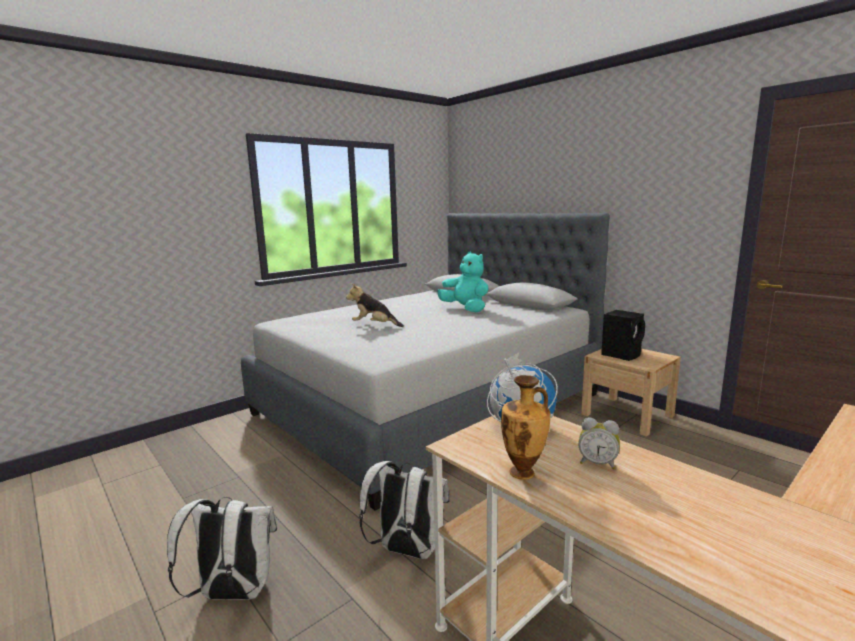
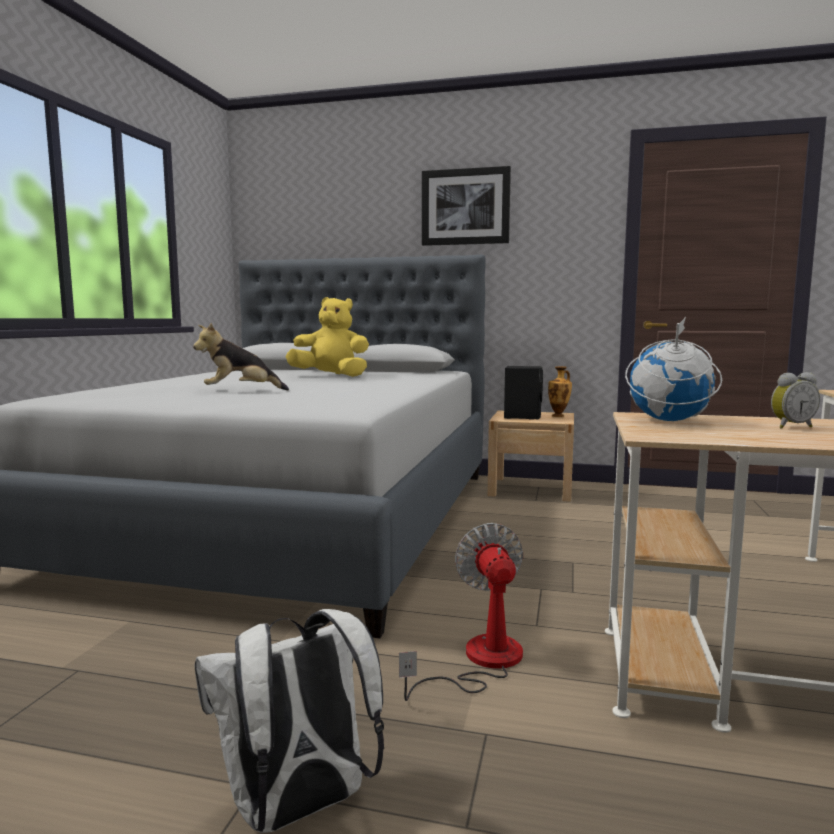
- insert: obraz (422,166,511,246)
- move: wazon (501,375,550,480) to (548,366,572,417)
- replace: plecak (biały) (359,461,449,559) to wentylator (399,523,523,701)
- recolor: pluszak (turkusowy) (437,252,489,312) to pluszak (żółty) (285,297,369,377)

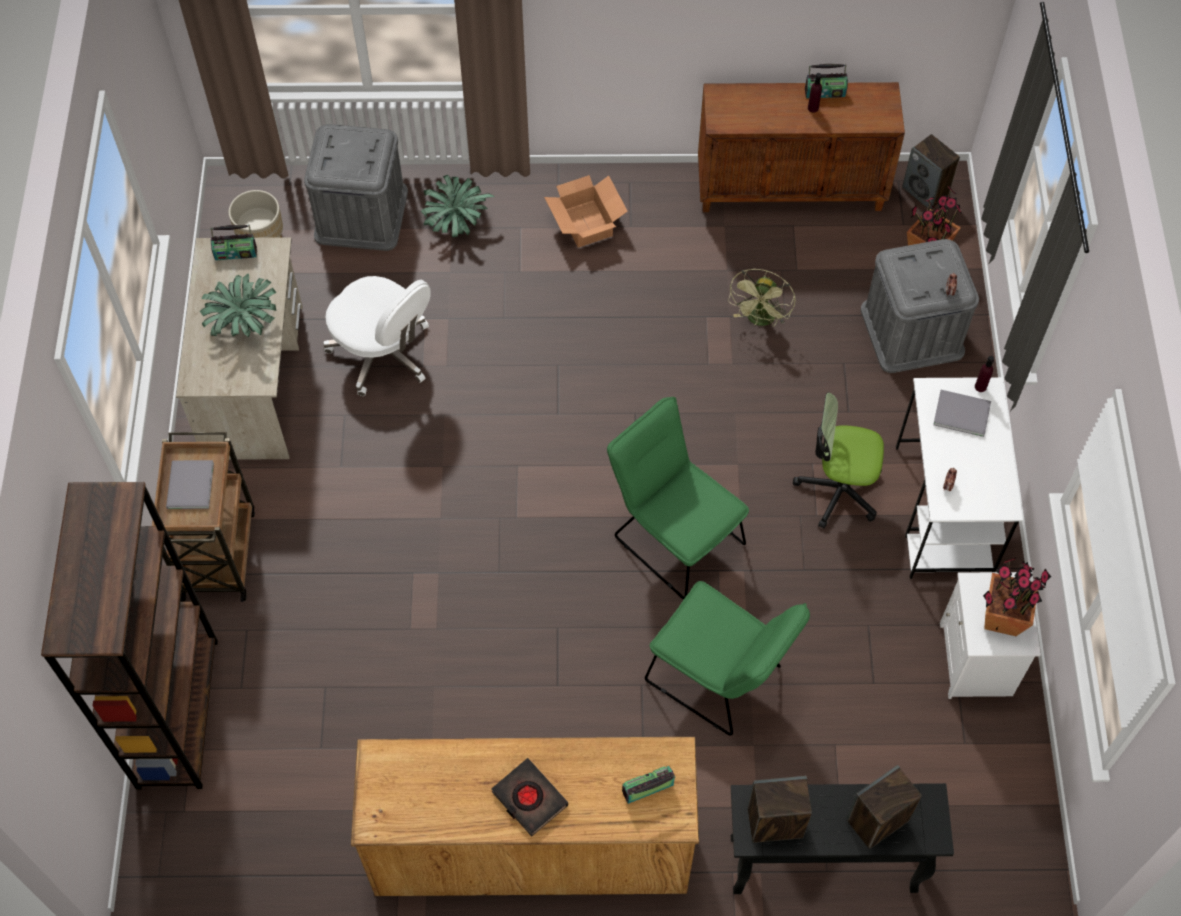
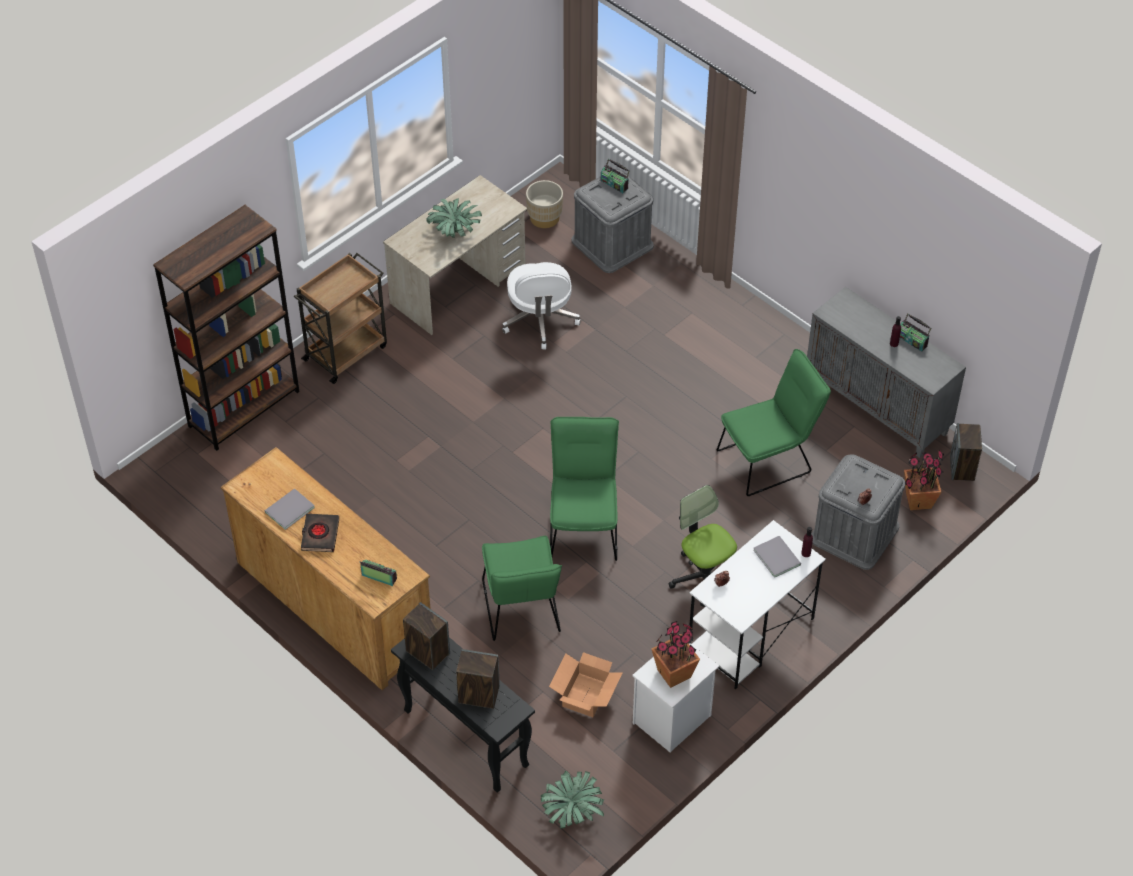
- move: książka (szary) (166,460,214,509) to (265,488,315,530)
- move: radio (211,225,257,260) to (601,159,630,193)
- move: roślina doniczkowa (421,175,496,238) to (541,771,605,829)
- move: karton (544,175,628,248) to (549,652,622,717)
- replace: wentylator (zielony) (728,269,796,327) to krzesło (zielony) (717,349,831,496)
- recolor: szafka (brązowy) (698,82,905,212) to szafka (szary) (807,287,966,458)

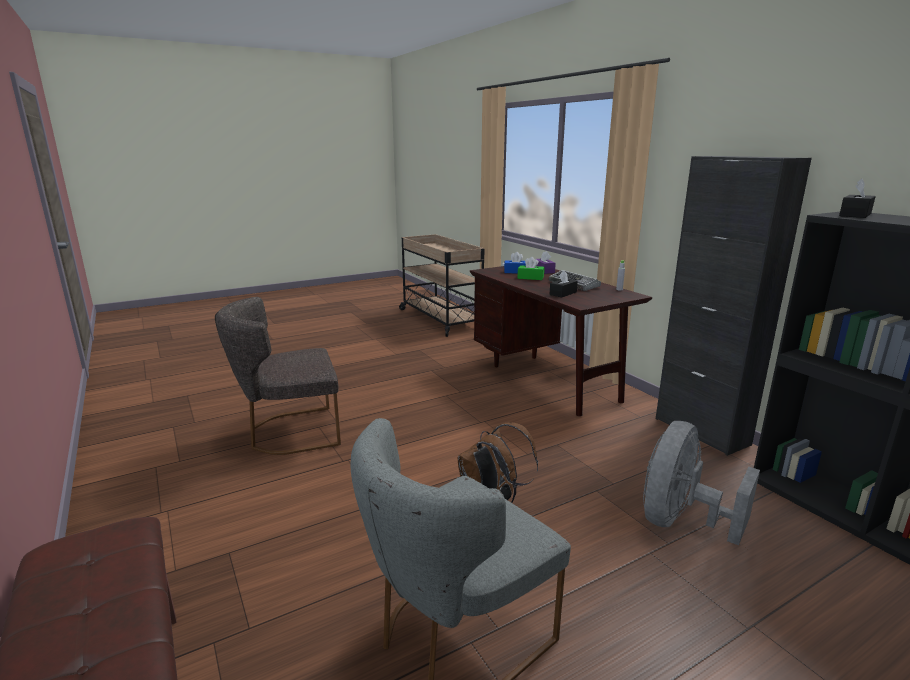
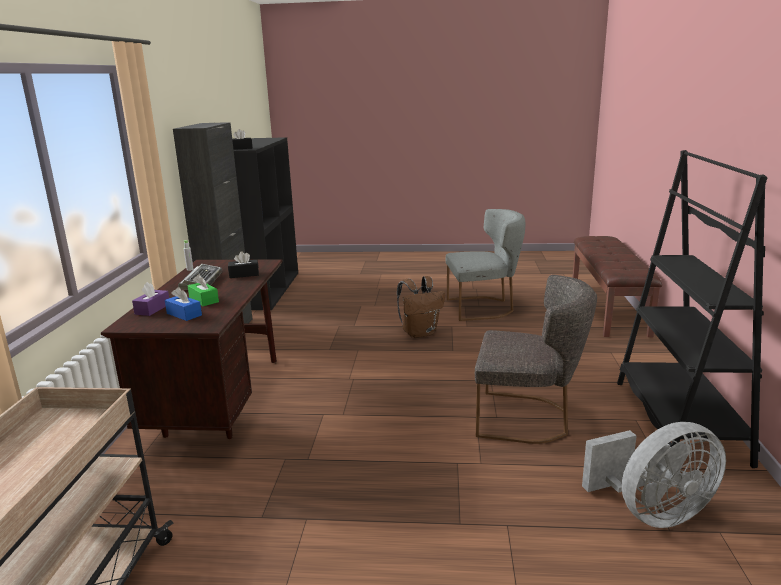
- insert: regał (czarny) (617,150,768,468)
- move: wentylator (szary) (643,421,760,546) to (582,422,726,528)

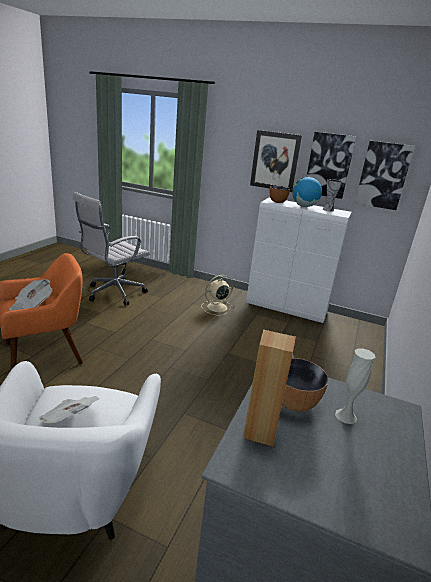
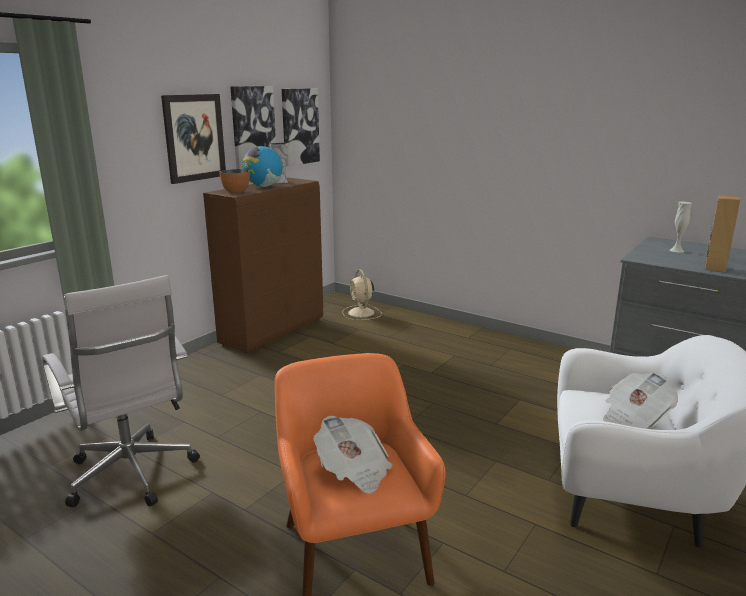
- delete: miska (282,358,329,412)
- move: wentylator (beżowy) (202,275,234,316) to (342,269,382,320)
- recolor: szafka (biały) (246,198,352,323) to szafka (brązowy) (203,178,323,353)

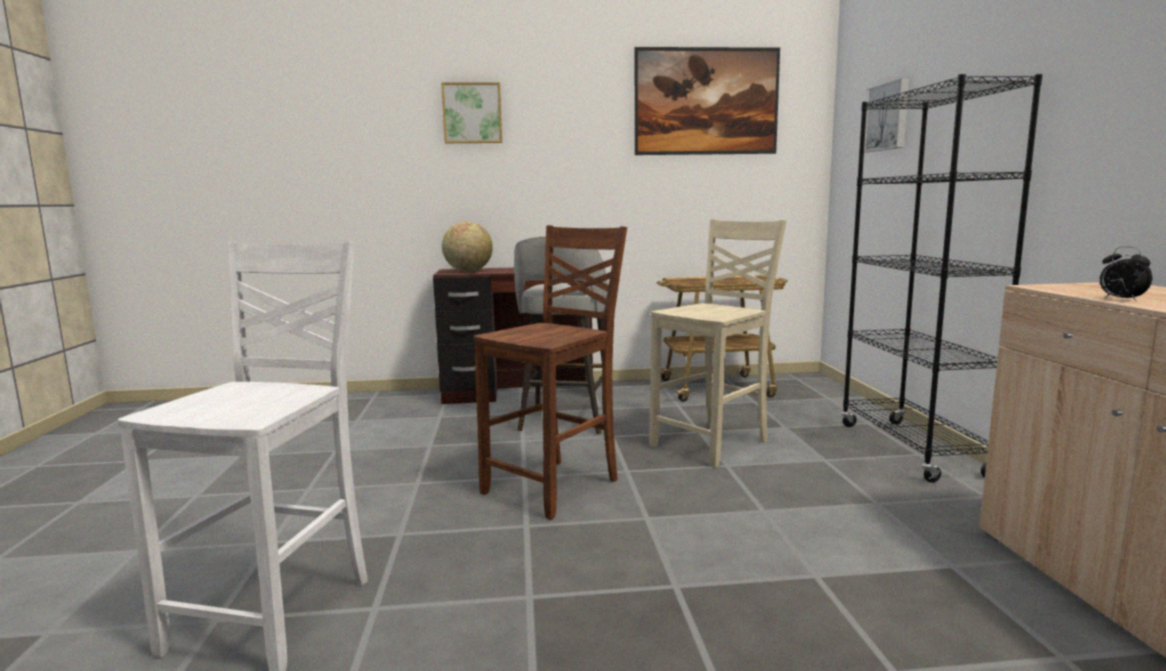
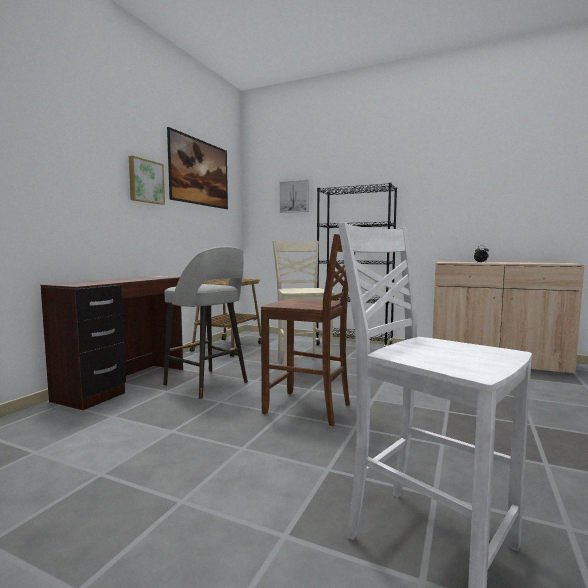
- delete: globus (442,221,493,272)
- move: obraz (441,82,502,143) to (129,155,165,205)
- rotate: krzesło (brązowy) (474,225,627,520) = (261,234,355,426) 135 degrees clockwise

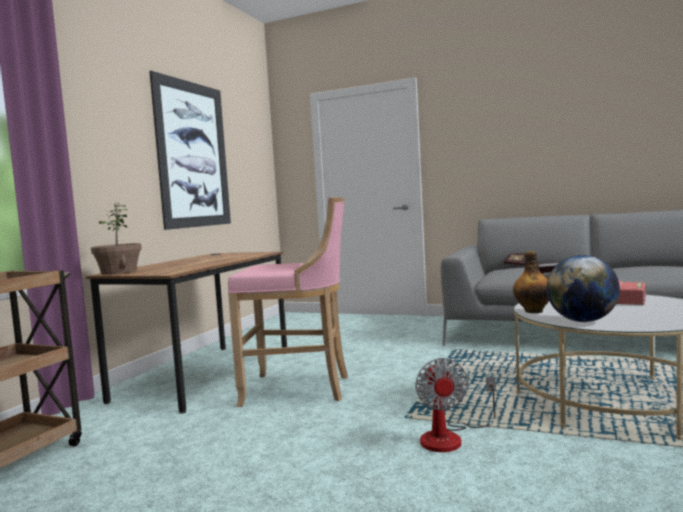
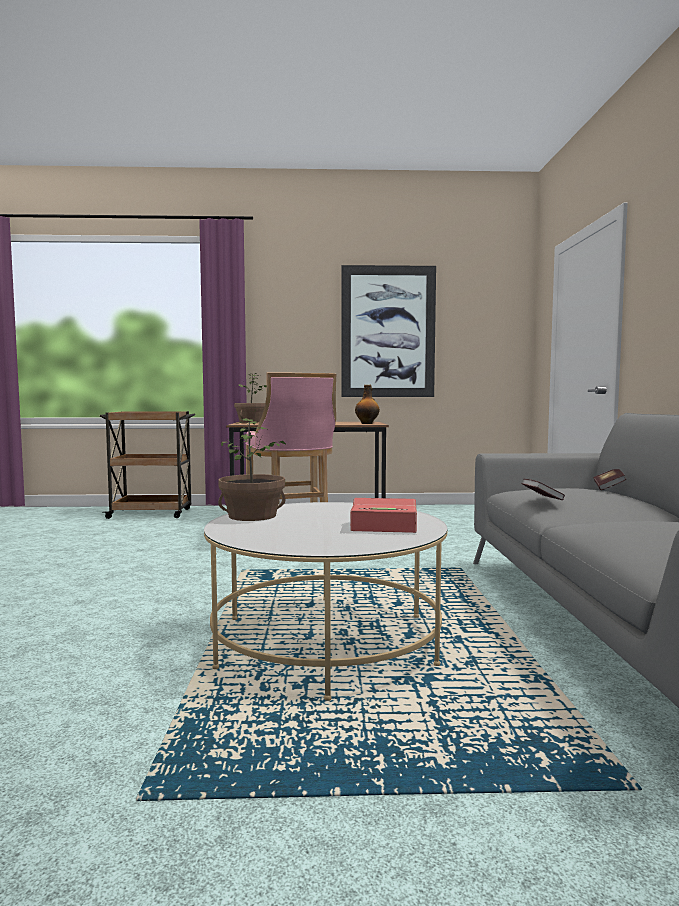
- delete: wentylator (415,358,496,452)
- move: butelka (513,251,549,313) to (355,385,380,424)
- replace: globus (547,255,620,322) to roślina doniczkowa (218,417,286,521)

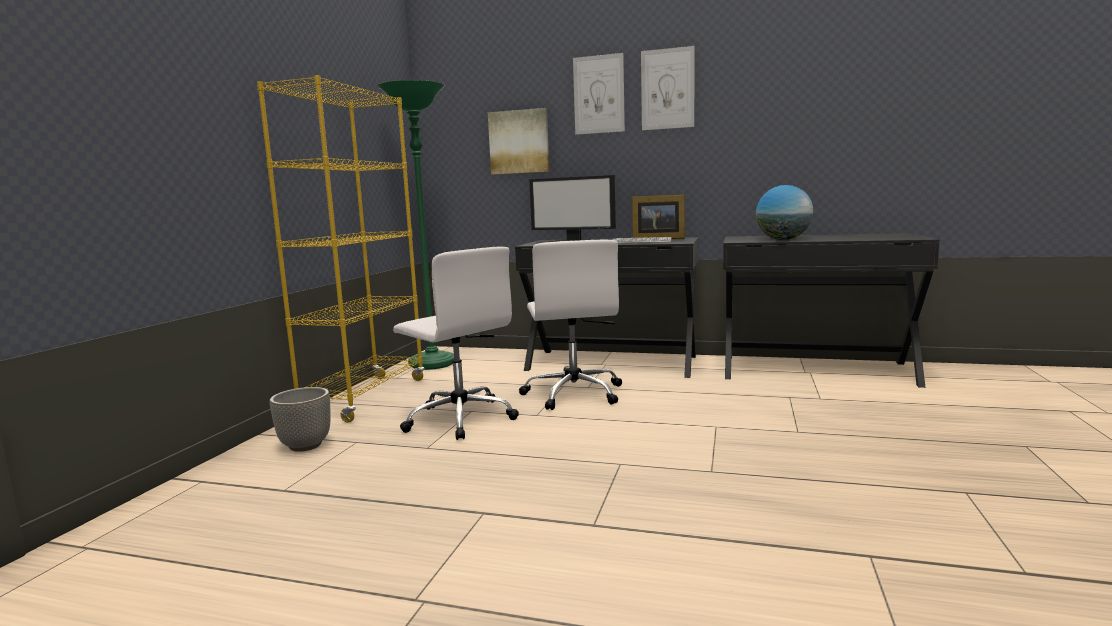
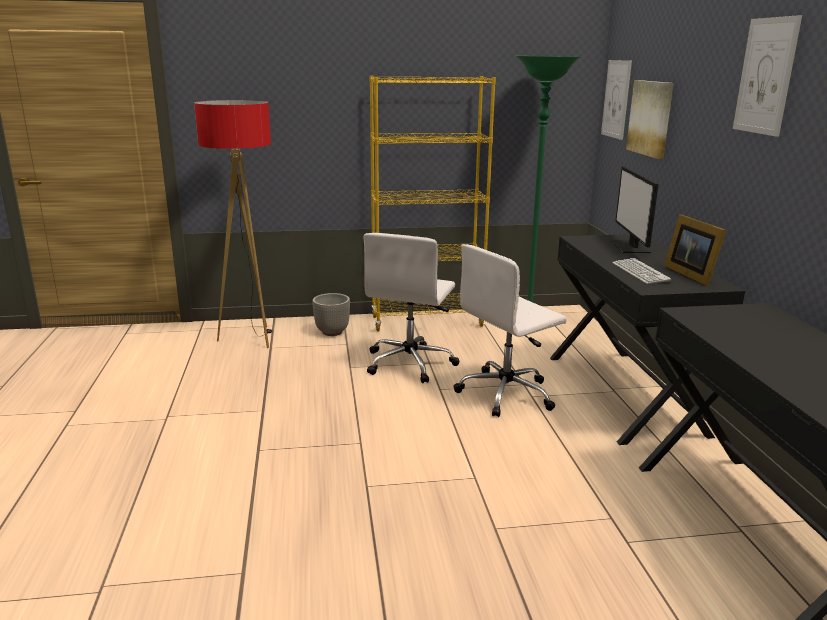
- delete: globus (756,185,813,240)
- insert: lampa stojąca (194,100,272,348)
- move: obraz (573,53,625,135) to (601,60,632,140)

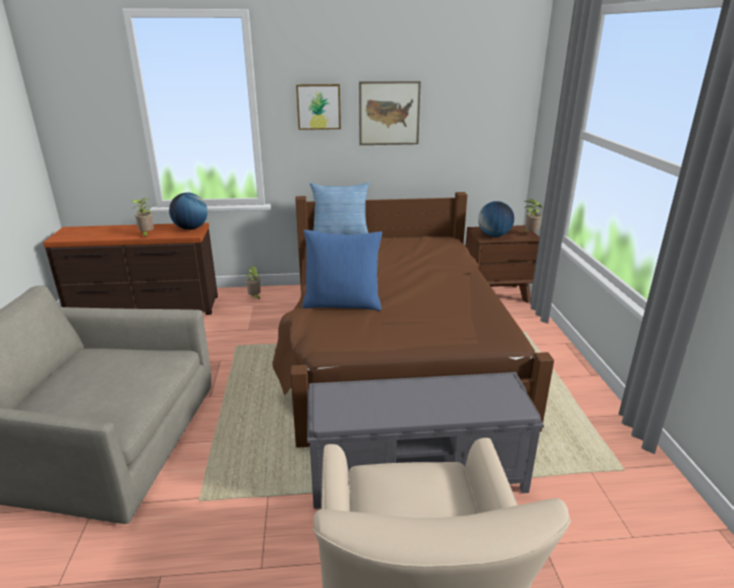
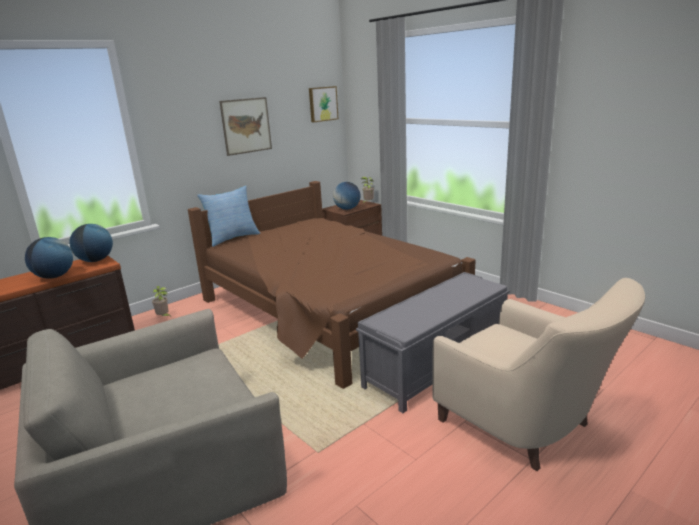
- delete: poduszka (niebieski) (302,230,382,311)
- move: obraz (296,84,341,130) to (309,86,339,122)
- replace: roślina doniczkowa (132,198,154,238) to globus (25,237,73,279)

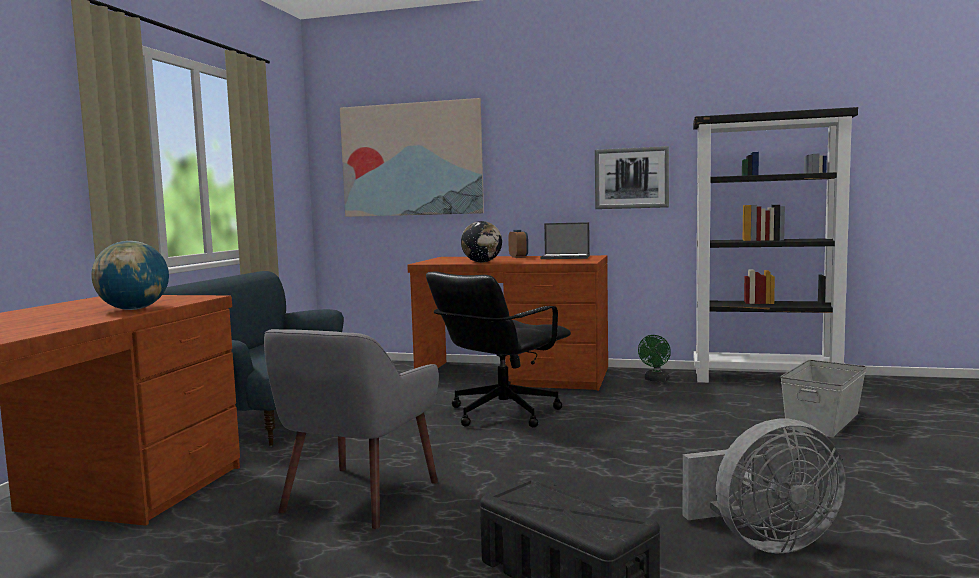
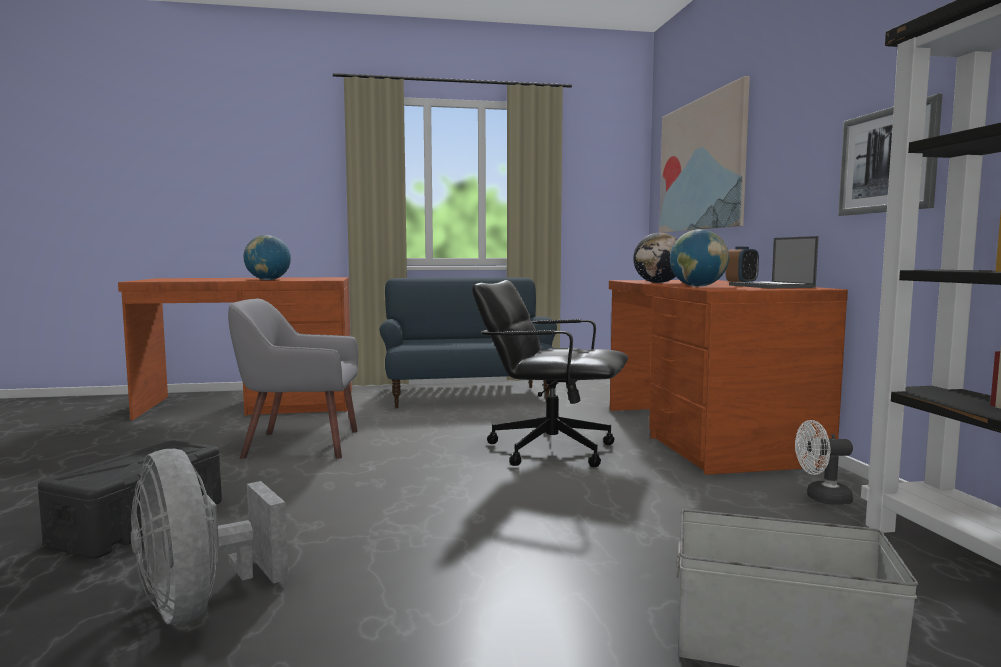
- insert: globus (670,229,729,287)
- recolor: wentylator (zielony) (638,335,671,382) to wentylator (biały) (795,420,853,505)

